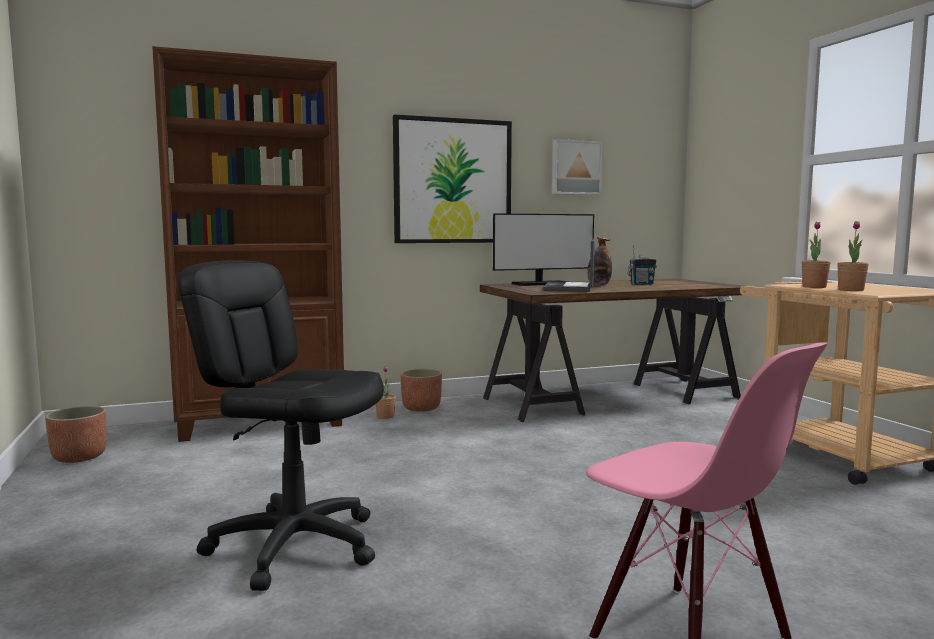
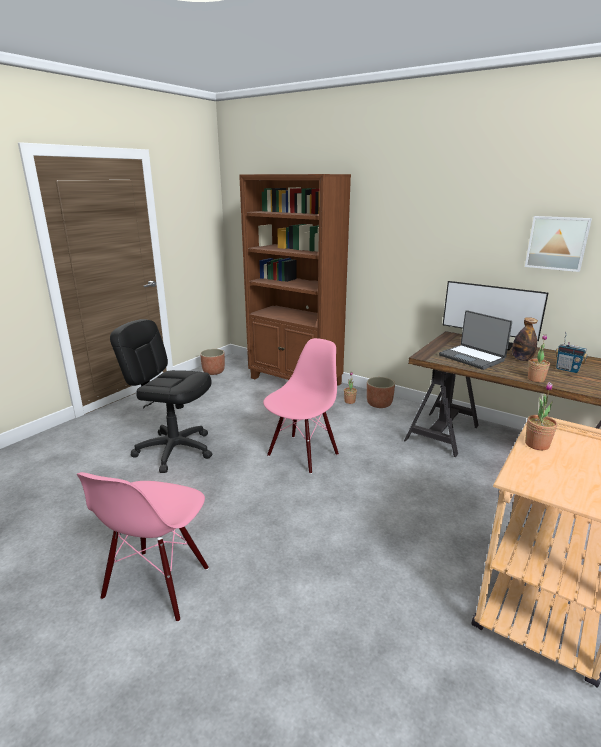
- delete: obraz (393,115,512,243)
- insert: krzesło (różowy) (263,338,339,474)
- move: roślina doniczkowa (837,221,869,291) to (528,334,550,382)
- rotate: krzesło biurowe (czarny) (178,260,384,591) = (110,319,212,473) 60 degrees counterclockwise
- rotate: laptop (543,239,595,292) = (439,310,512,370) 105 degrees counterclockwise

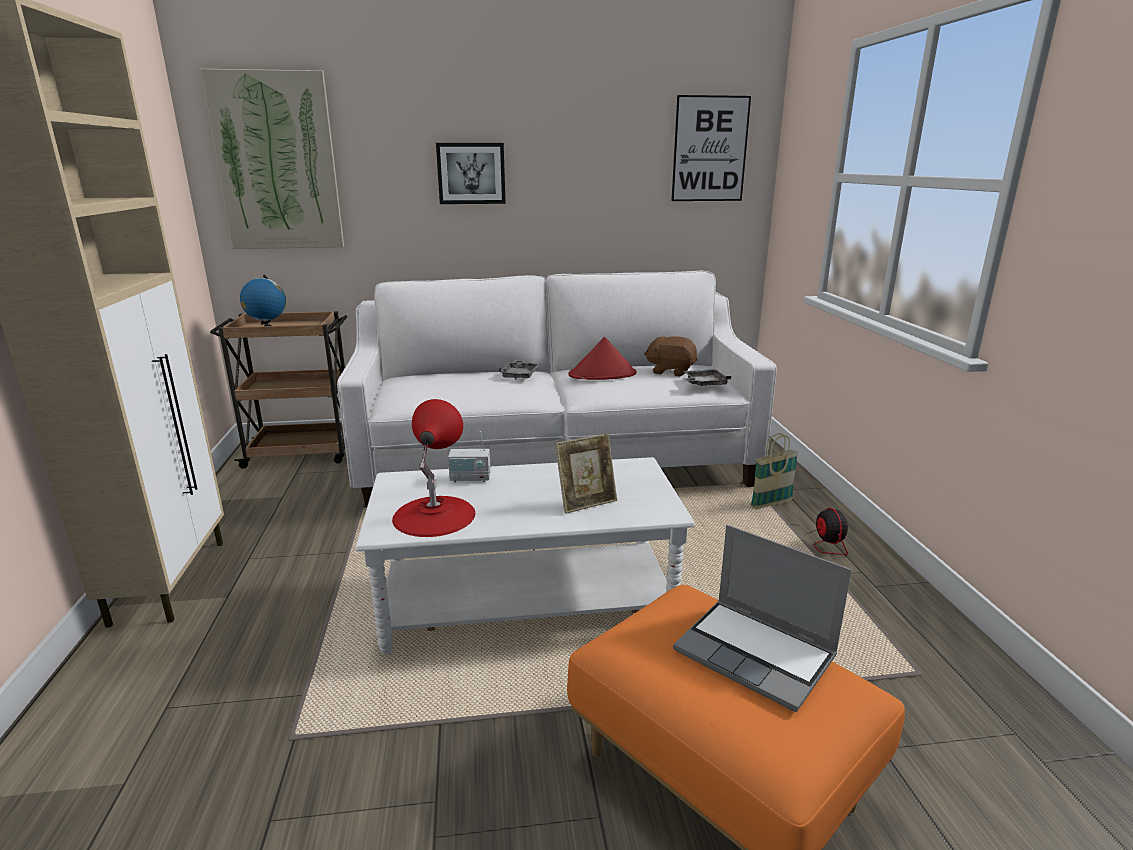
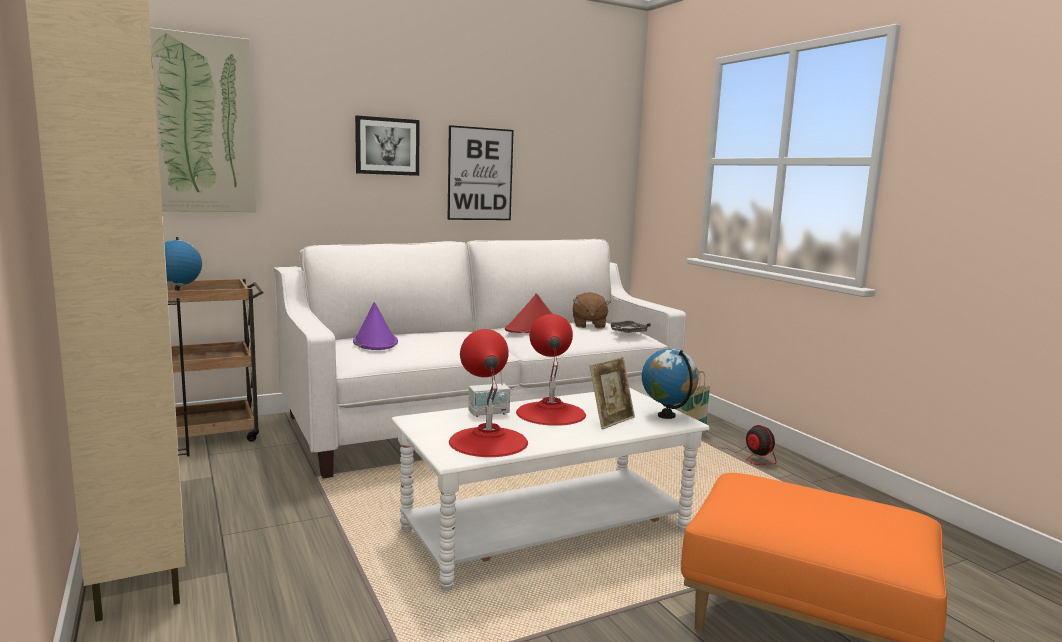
- delete: taca (szary) (499,360,541,379)
- delete: laptop (673,525,852,712)
- insert: kapelusz (fioletowy) (353,302,398,350)
- insert: lampa stołowa (czerwony) (516,314,586,426)
- insert: globus (642,349,699,419)
- move: obraz (671,95,751,201) to (448,125,514,220)
- rotate: pluszak (brązowy) (644,336,698,376) = (573,292,611,329) 90 degrees counterclockwise

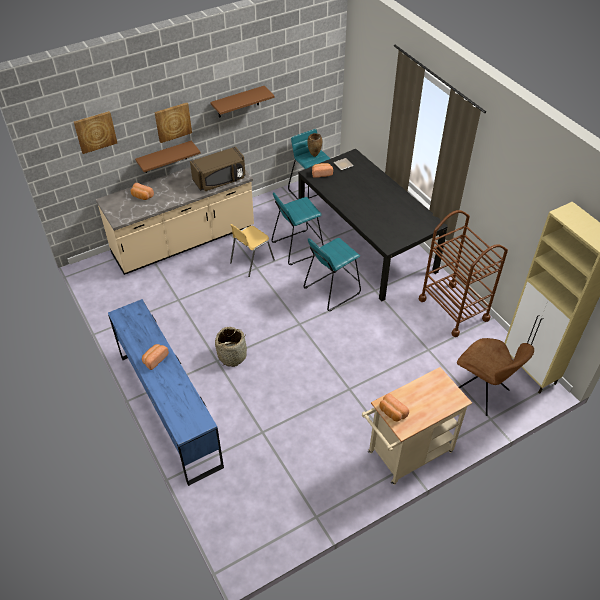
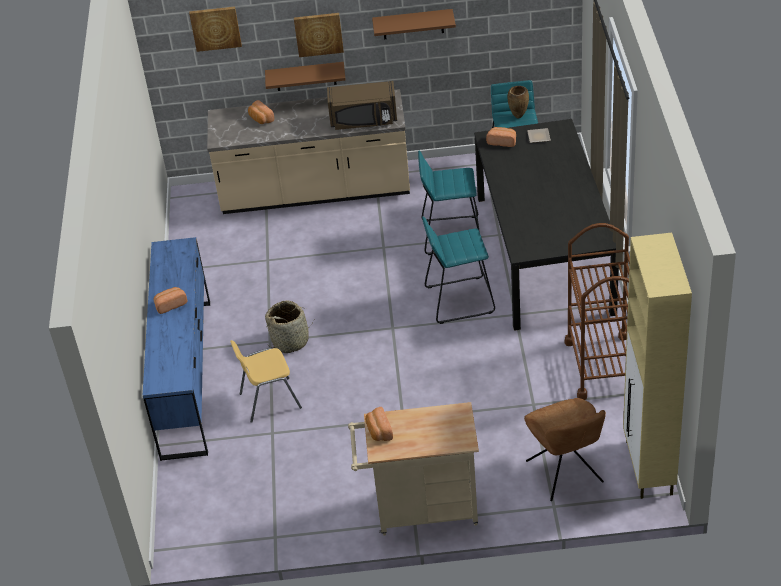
- move: krzesło (żółty) (230,224,275,277) to (230,340,302,423)

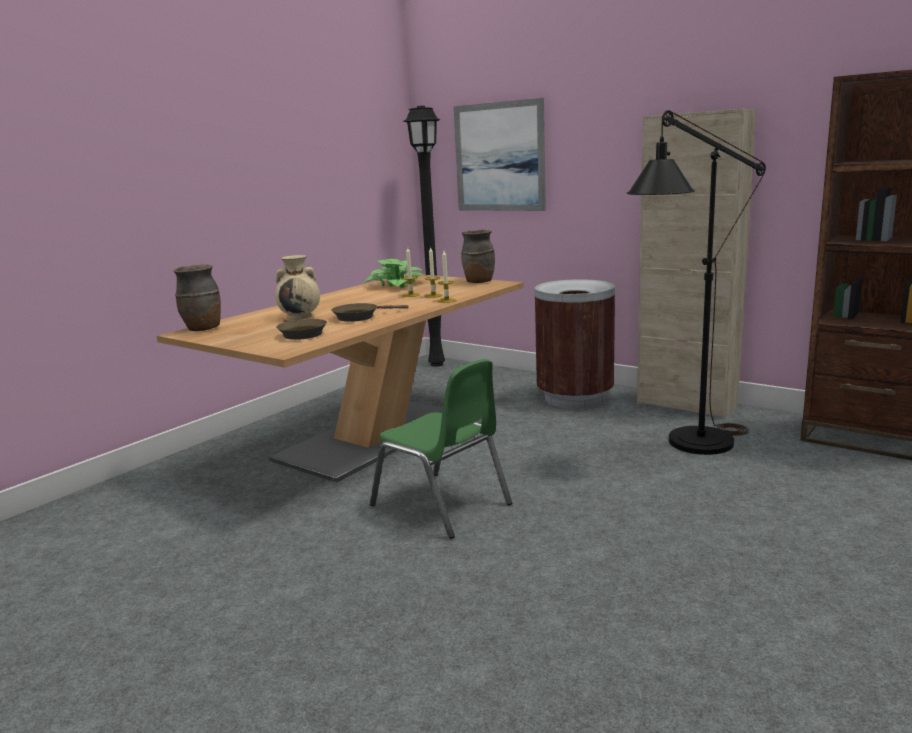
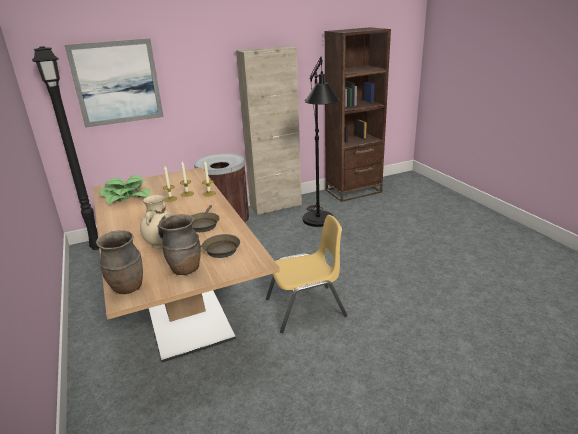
- move: wazon (brązowy) (461,230,495,283) to (159,214,201,275)
- recolor: krzesło (zielony) (370,359,512,539) to krzesło (żółty) (266,215,347,333)

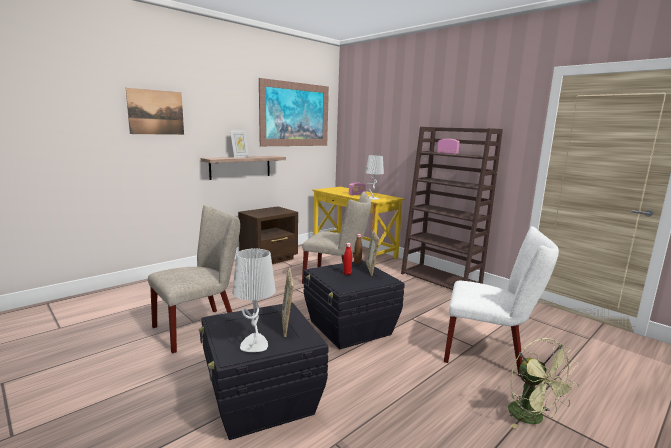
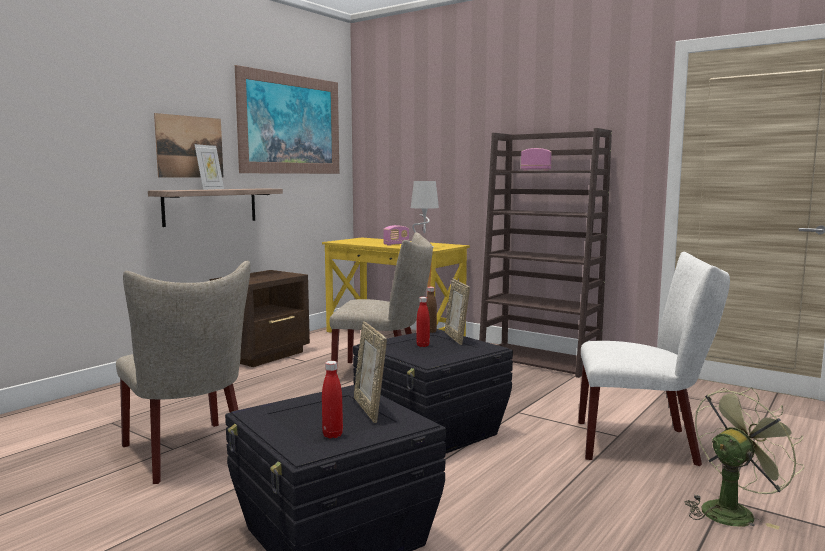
- move: obraz (126,88,184,135) to (154,113,223,178)
- replace: lampa stołowa (szary) (233,248,276,352) to butelka (czerwony) (322,361,343,438)
- rotate: krzesło (beżowy) (148,205,240,354) = (116,261,251,484) 105 degrees clockwise
- rotate: wentylator (zielony) (508,338,580,429) = (685,387,805,530) 90 degrees counterclockwise

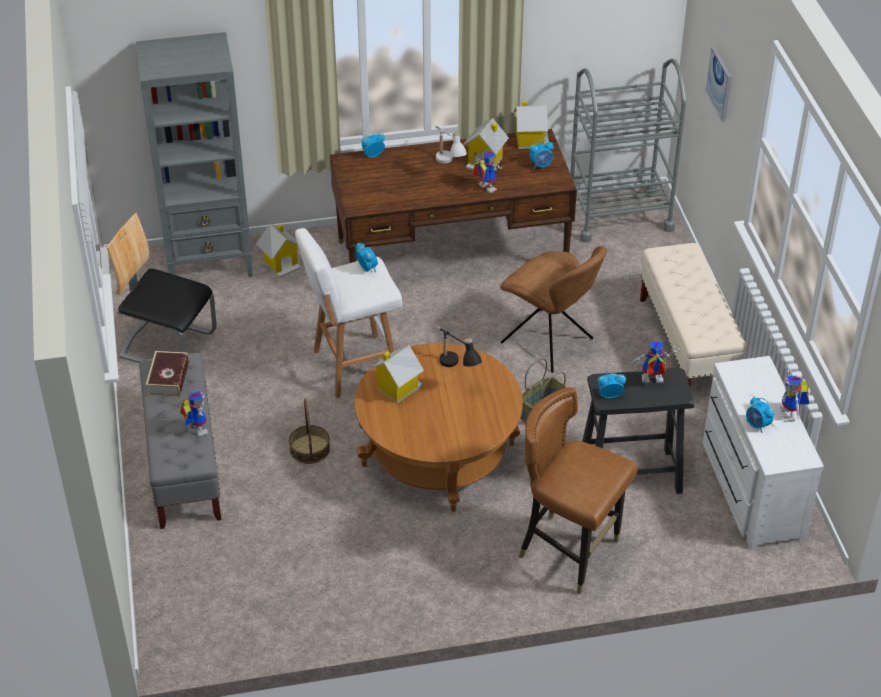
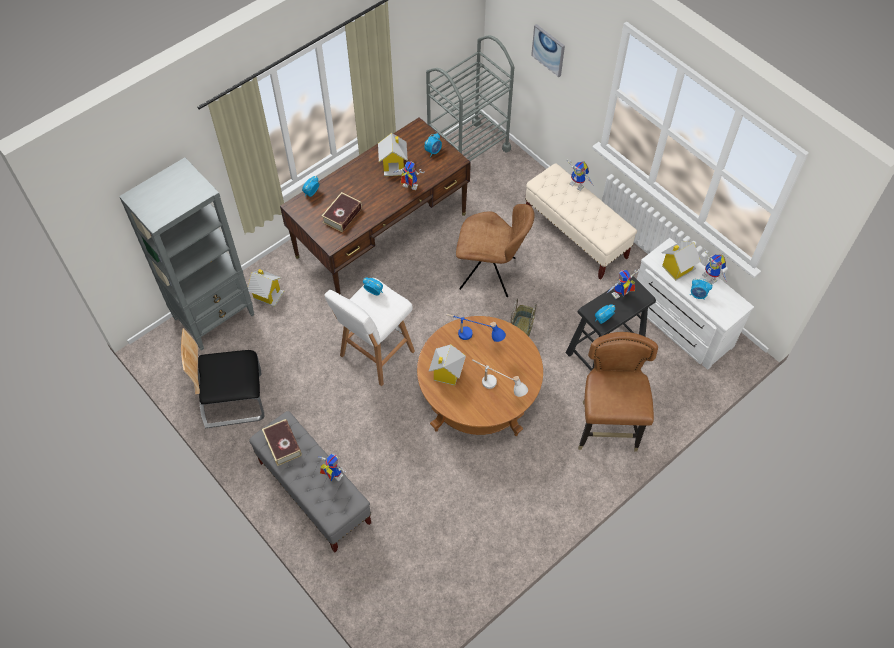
- delete: koszyk (289,398,330,464)
- insert: książka (322,192,362,232)
- insert: robot zabawkowy (567,159,593,191)
- move: lampa stołowa (biały) (436,126,467,164) to (472,359,528,397)
- move: domek (514,101,549,149) to (661,241,701,281)
- recolor: lampa stołowa (czarny) (435,325,482,367) to lampa stołowa (niebieski) (446,314,506,342)
- rotate: krzesło (brązowy) (519,387,638,594) = (578,332,658,452) 90 degrees clockwise

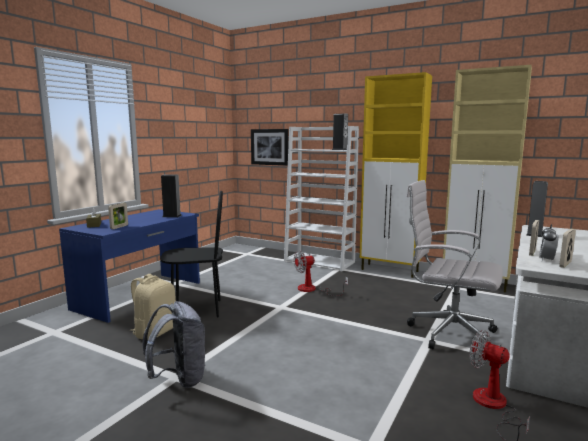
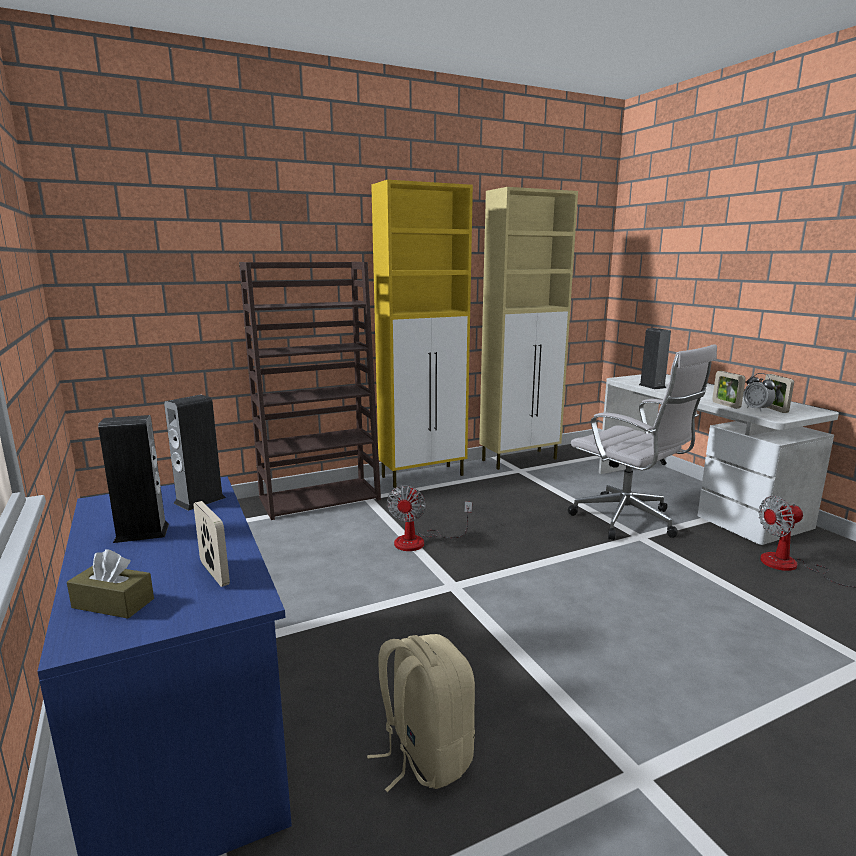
- delete: plecak (szary) (142,301,206,388)
- delete: krzesło (czarny) (160,191,223,317)
- delete: obraz (251,129,289,166)
- move: głośnik (332,114,348,150) to (98,415,169,543)
- recolor: regał (biały) (284,126,359,271) to regał (brązowy) (239,262,381,520)
- rotate: krzesło biurowe (biały) (406,180,503,350) = (568,344,717,540) 105 degrees counterclockwise

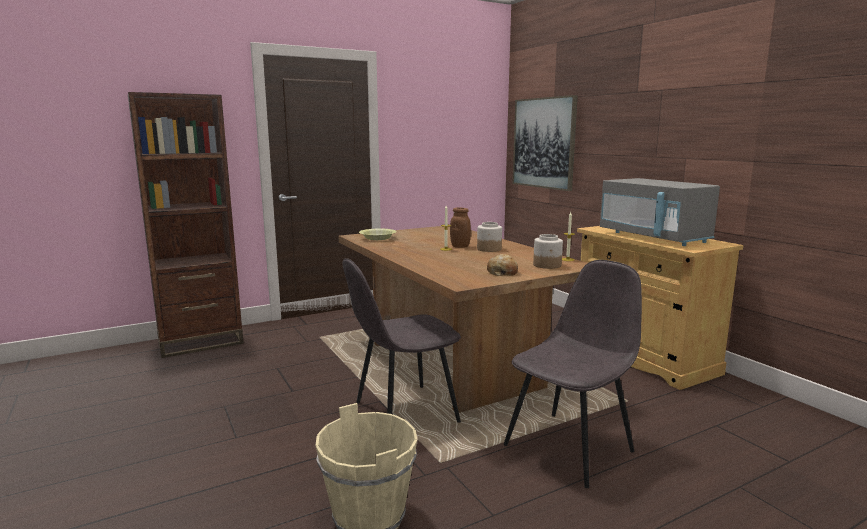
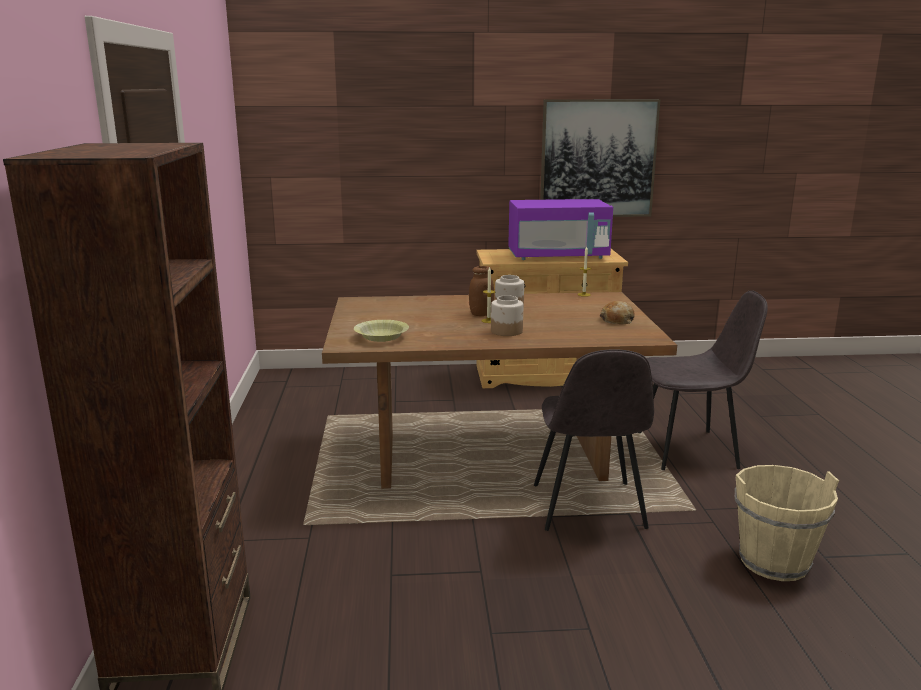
- move: obraz (513,95,578,191) to (540,99,660,217)
- move: słoik (533,234,563,269) to (491,295,523,336)
- recolor: mikrofalówka (szary) (600,178,720,246) to mikrofalówka (fioletowy) (508,199,613,260)
- rotate: krzesło (szary) (504,260,642,488) = (638,290,768,470) 105 degrees clockwise

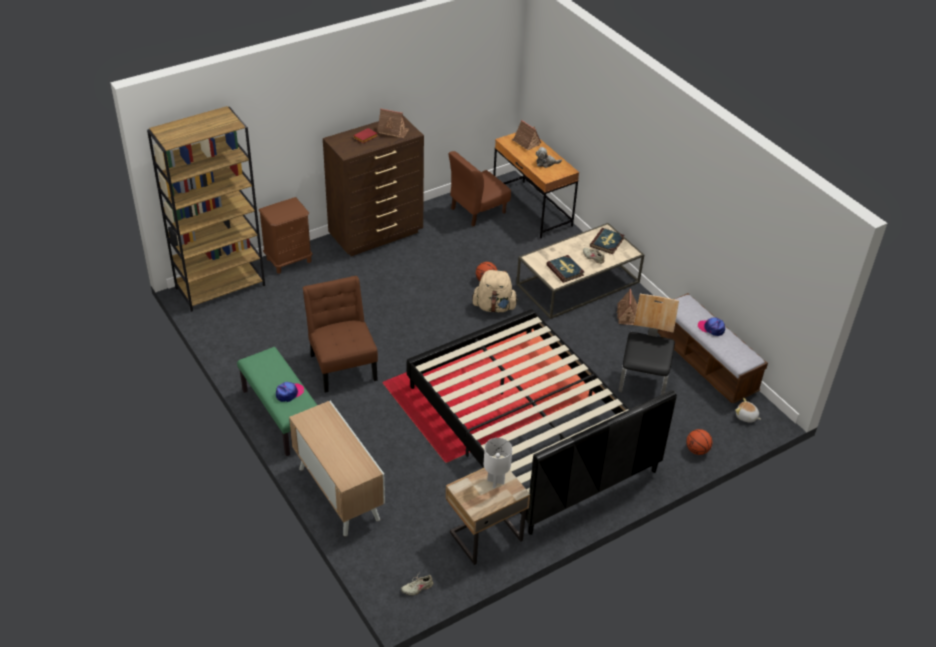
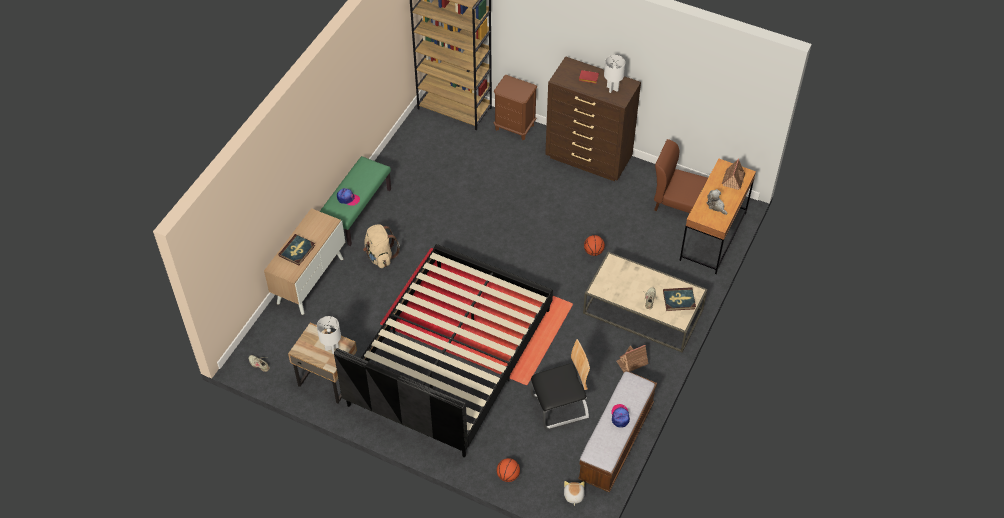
- delete: krzesło (brązowy) (303,276,378,393)
- move: plecak (beżowy) (472,270,518,313) to (363,224,400,268)
- move: książka (546,255,584,283) to (278,234,315,266)
- replace: domek (377,108,409,138) to lampa stołowa (biały) (604,55,625,93)

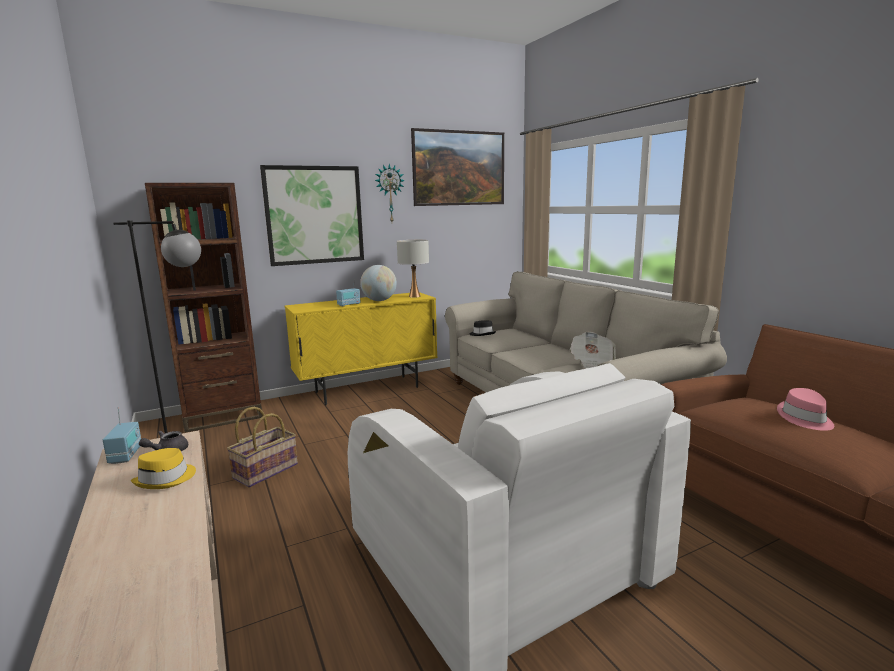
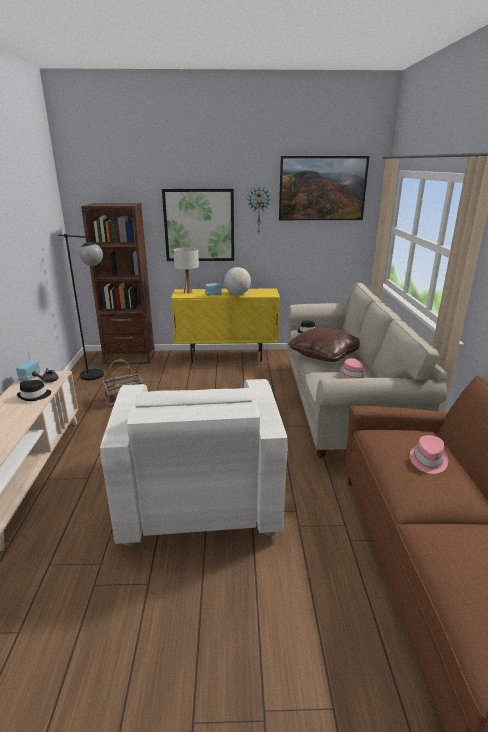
- insert: poduszka (brązowy) (288,327,360,362)
- move: lampa stołowa (biały) (397,240,429,298) to (173,247,199,294)
- replace: gazeta (570,332,616,369) to kapelusz (różowy) (339,358,367,379)
- recolor: kapelusz (żółty) (131,448,196,489) to kapelusz (czarny) (17,380,51,401)

